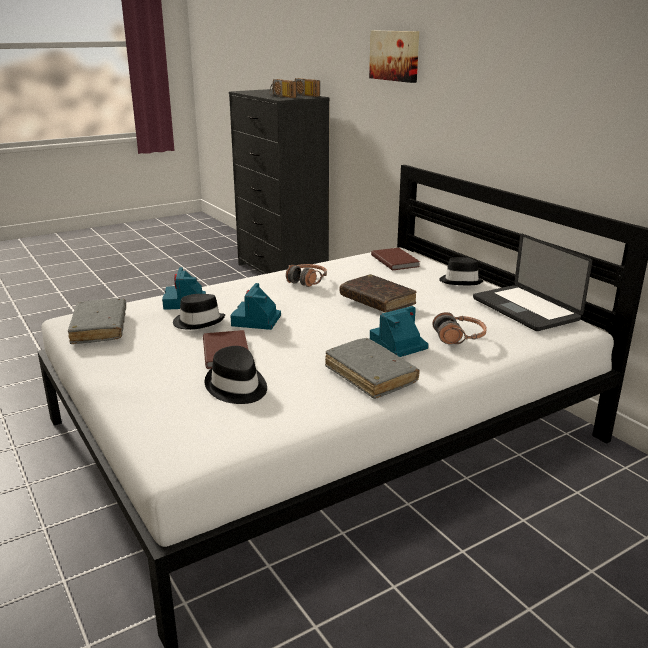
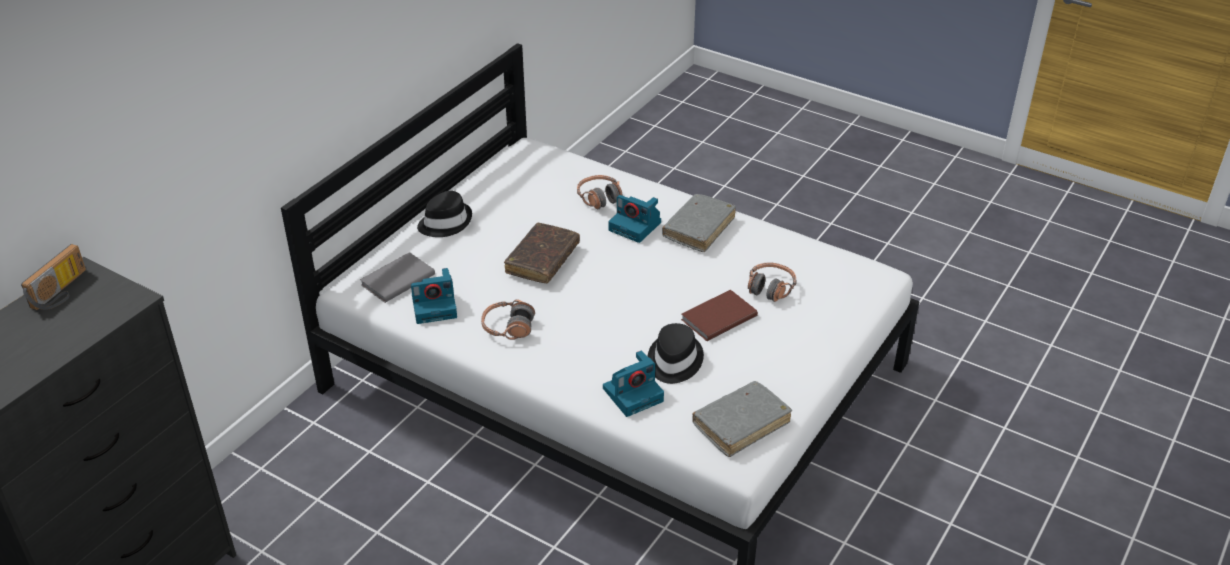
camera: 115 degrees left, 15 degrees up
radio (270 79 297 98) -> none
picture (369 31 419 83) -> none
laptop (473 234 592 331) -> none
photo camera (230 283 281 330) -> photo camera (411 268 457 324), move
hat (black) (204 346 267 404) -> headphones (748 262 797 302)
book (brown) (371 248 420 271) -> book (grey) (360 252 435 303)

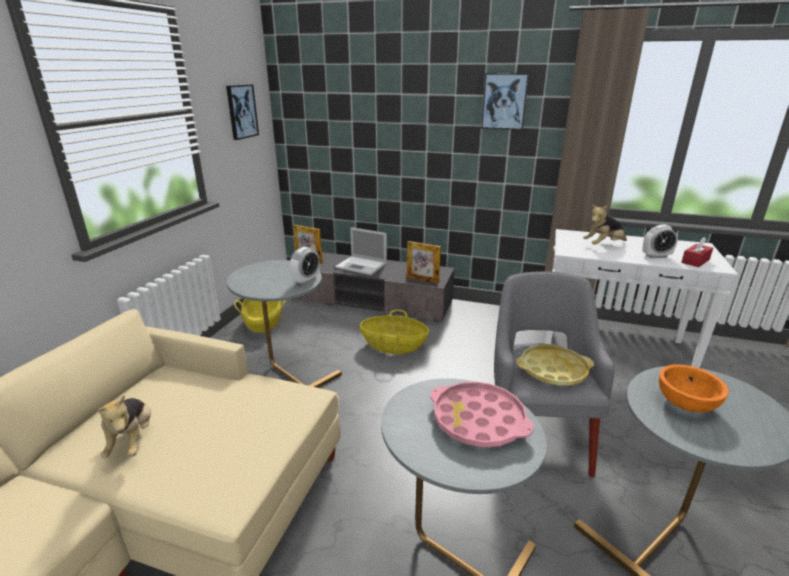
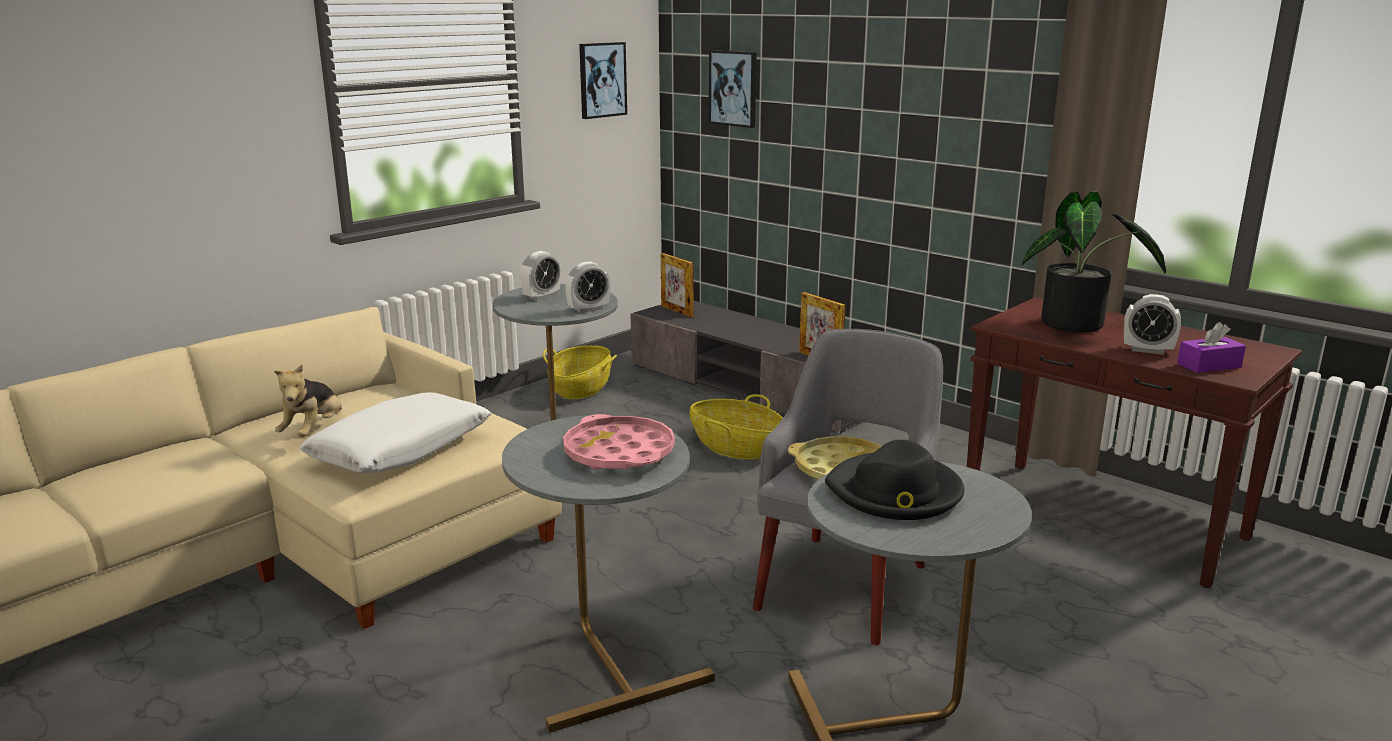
camera: 25 degrees right, 5 degrees down
laptop (335 227 387 275) -> none
none -> pillow (white) (299 392 492 473)
none -> alarm clock (520 251 561 301)
picture (481 73 529 130) -> picture (709 50 757 128), move
plush toy (583 205 627 245) -> potted plant (1022 191 1166 332)
bowl (orange) (659 364 729 412) -> hat (black) (825 440 964 520)
console table (white) (545 229 738 368) -> console table (brown) (967 297 1302 588)
tissue box (red) (681 237 713 267) -> tissue box (purple) (1177 322 1246 373)

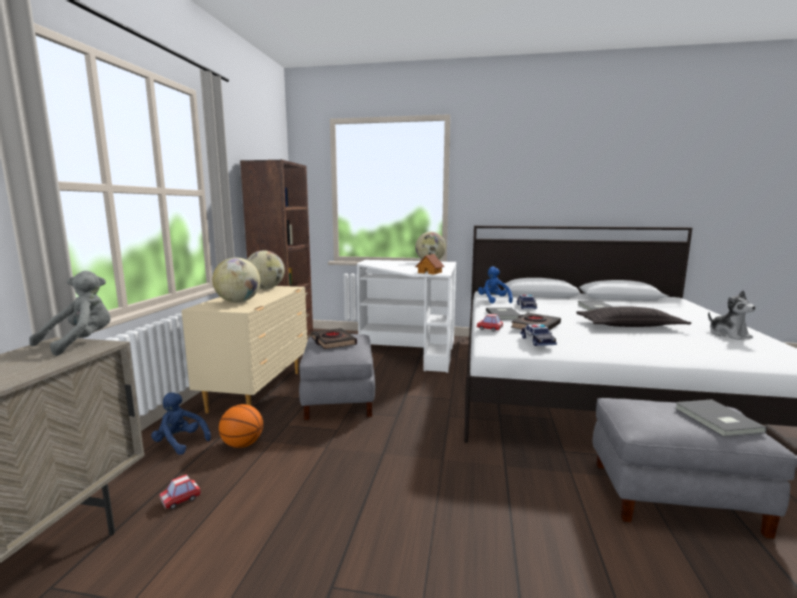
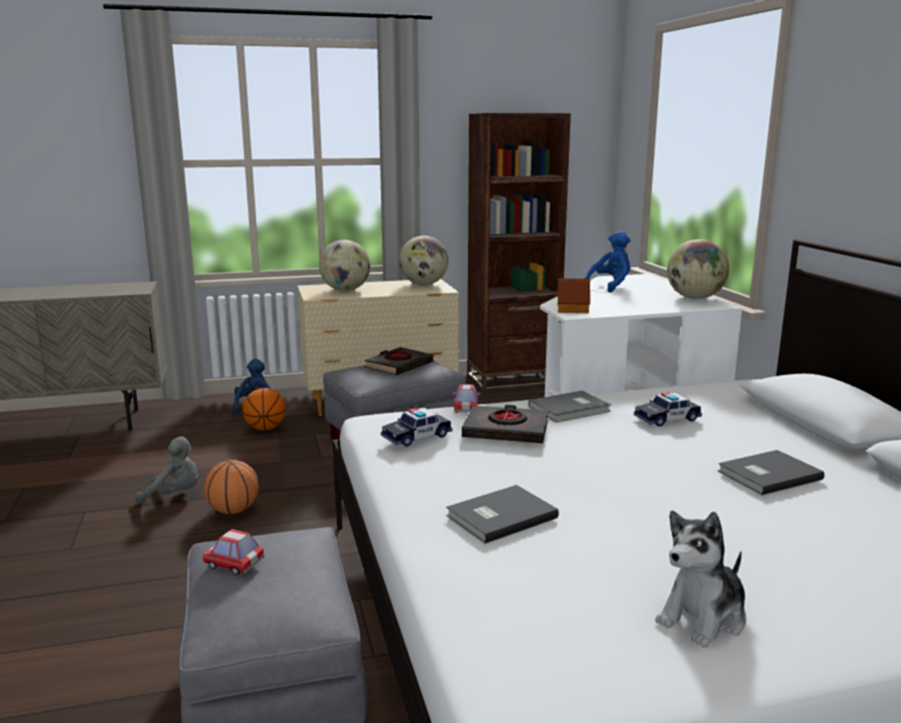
camera: 65 degrees right, 5 degrees up
pillow (576 306 691 327) -> none
none -> basketball (204 460 259 514)
plush toy (grey) (29 271 111 356) -> plush toy (grey) (136 436 199 504), move
toy car (160 474 201 509) -> toy car (202 529 264 575), move
plush toy (blue) (478 266 513 304) -> plush toy (blue) (584 231 631 293), move
book (grey) (675 399 767 437) -> book (grey) (446 485 559 544), move

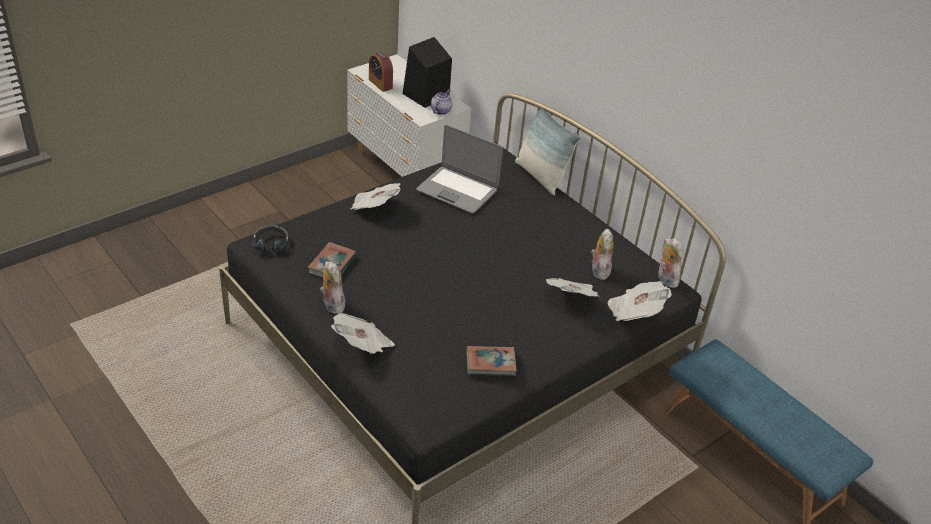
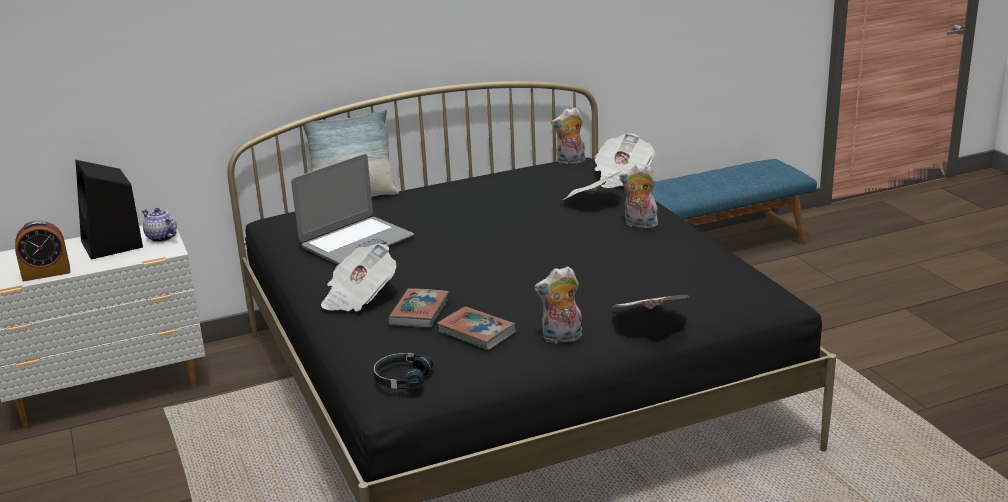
camera: 70 degrees left, 15 degrees down
book (466 346 517 376) -> book (387 288 449 328), move
plush toy (591 229 614 280) -> plush toy (620 164 658 229), move

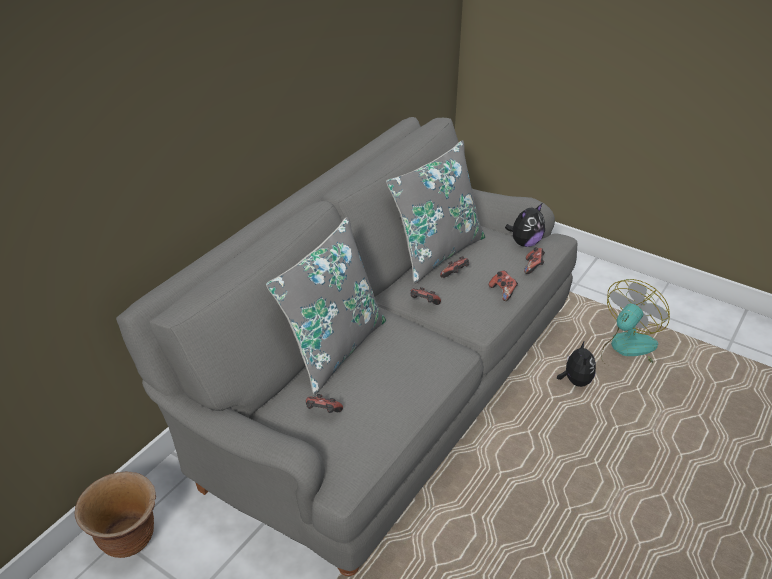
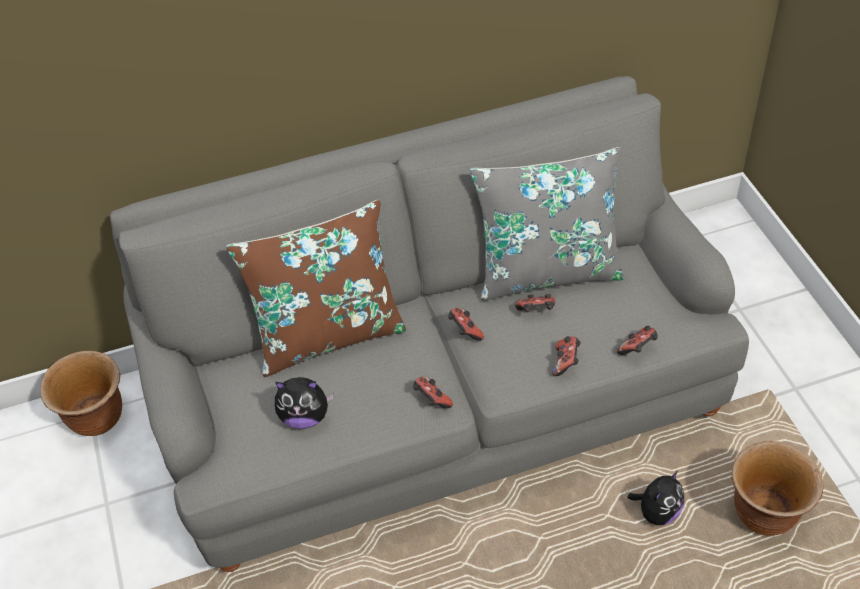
camera: 40 degrees right, 10 degrees up
game controller (306 394 343 413) -> game controller (413 377 453 409), move
plush toy (505 204 545 247) -> plush toy (275 377 333 429), move
fan (601 279 670 363) -> planter (brown) (732 441 824 536)
pillow (grey) (266 217 386 395) -> pillow (brown) (226 200 407 377)

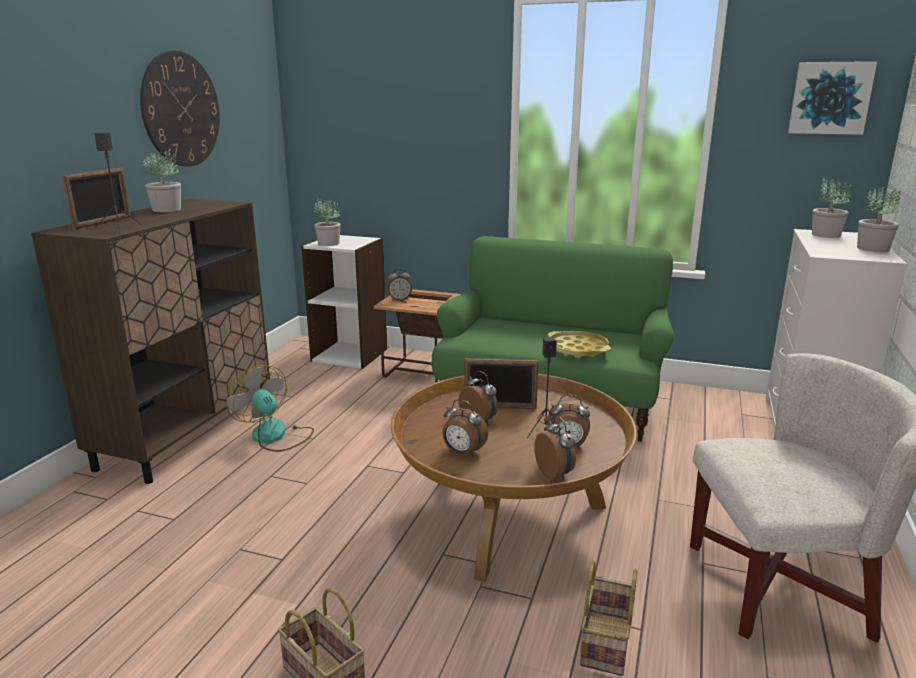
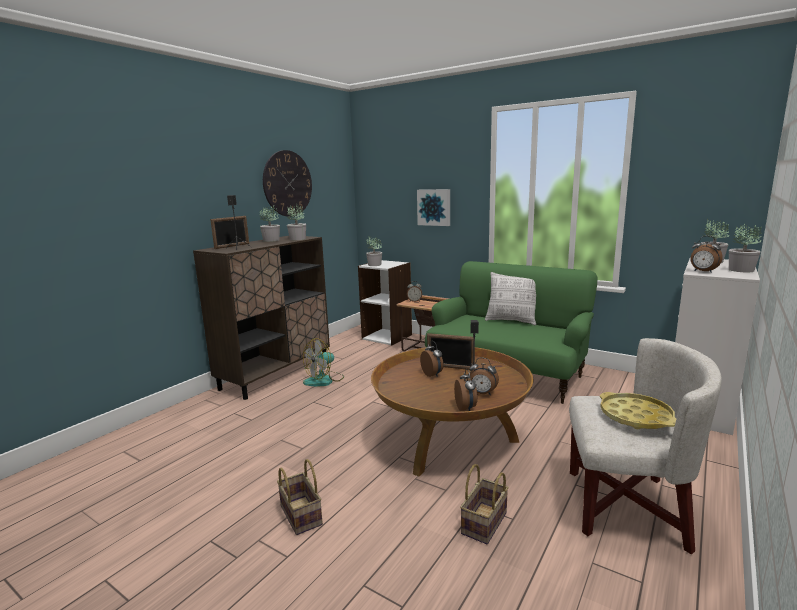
camera: 15 degrees right, 5 degrees down
none -> potted plant (287 205 306 240)
none -> pillow (485 272 536 326)
alarm clock (442 399 488 457) -> alarm clock (691 236 723 273), move
tray (yellow) (547 331 611 358) -> tray (yellow) (600 392 676 429), move
picture (788 61 877 135) -> picture (417 189 450 226), move
fan (226 365 314 452) -> fan (303 338 344 386), 105 degrees counterclockwise

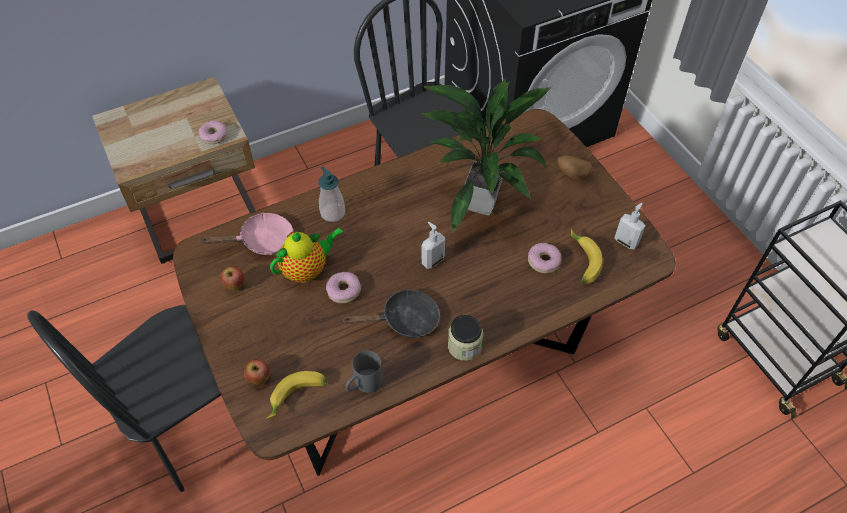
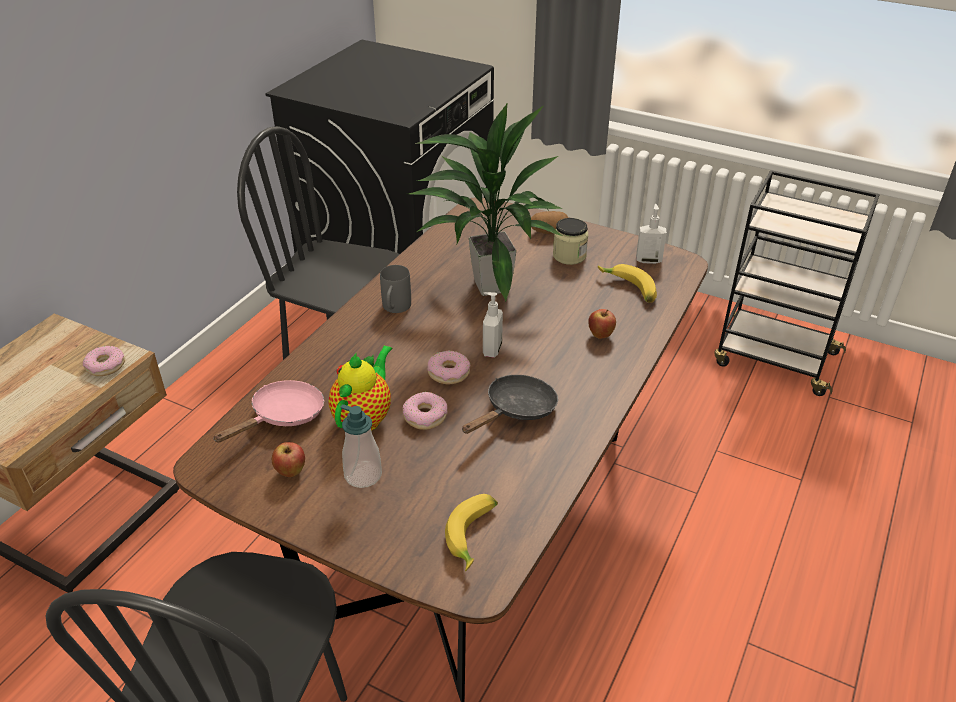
camera: 35 degrees left, 15 degrees down
apple (244 359 270 385) -> apple (588 309 616 339), move
soap dispenser (318 166 345 222) -> soap dispenser (341 404 382 488), move
mug (grey) (346 351 383 393) -> mug (grey) (380 265 411 313), move
jar (448 315 483 361) -> jar (553 218 588 265), move
donut (528 243 561 274) -> donut (428 351 471 384), move

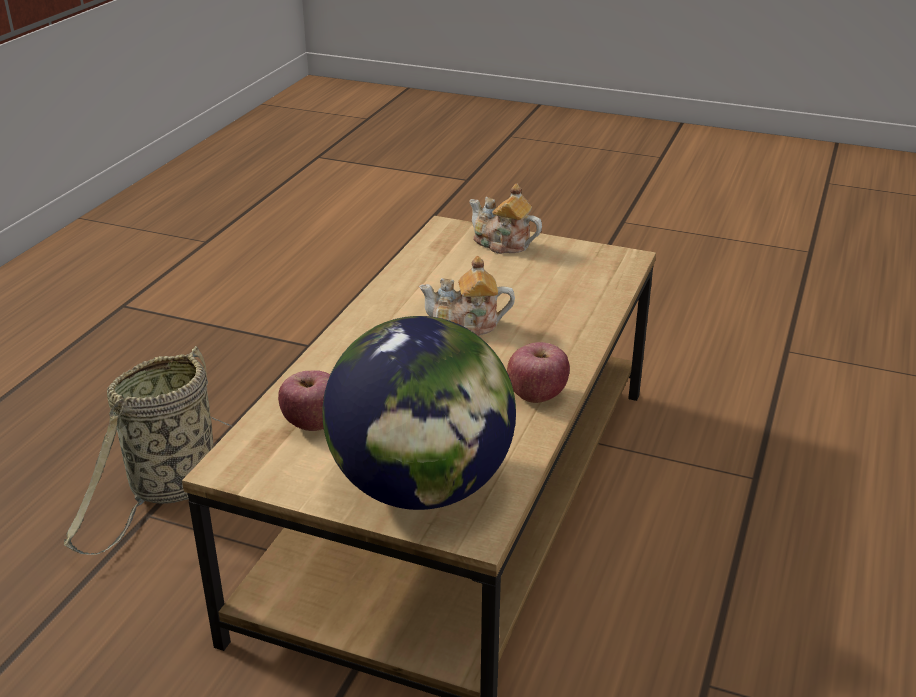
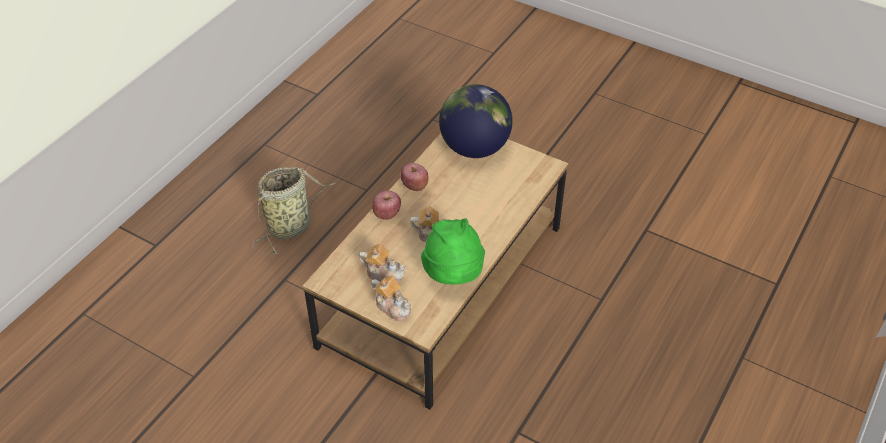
camera: 170 degrees left, 15 degrees up
none -> teapot (359 244 406 283)
none -> hat (green) (421 218 485 284)
basket (63 346 233 555) -> basket (252 167 336 255), move
apple (278 370 330 431) -> apple (372 190 401 220), move

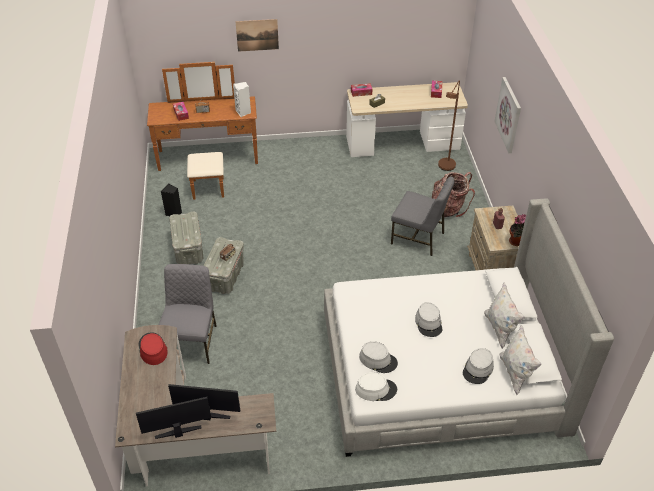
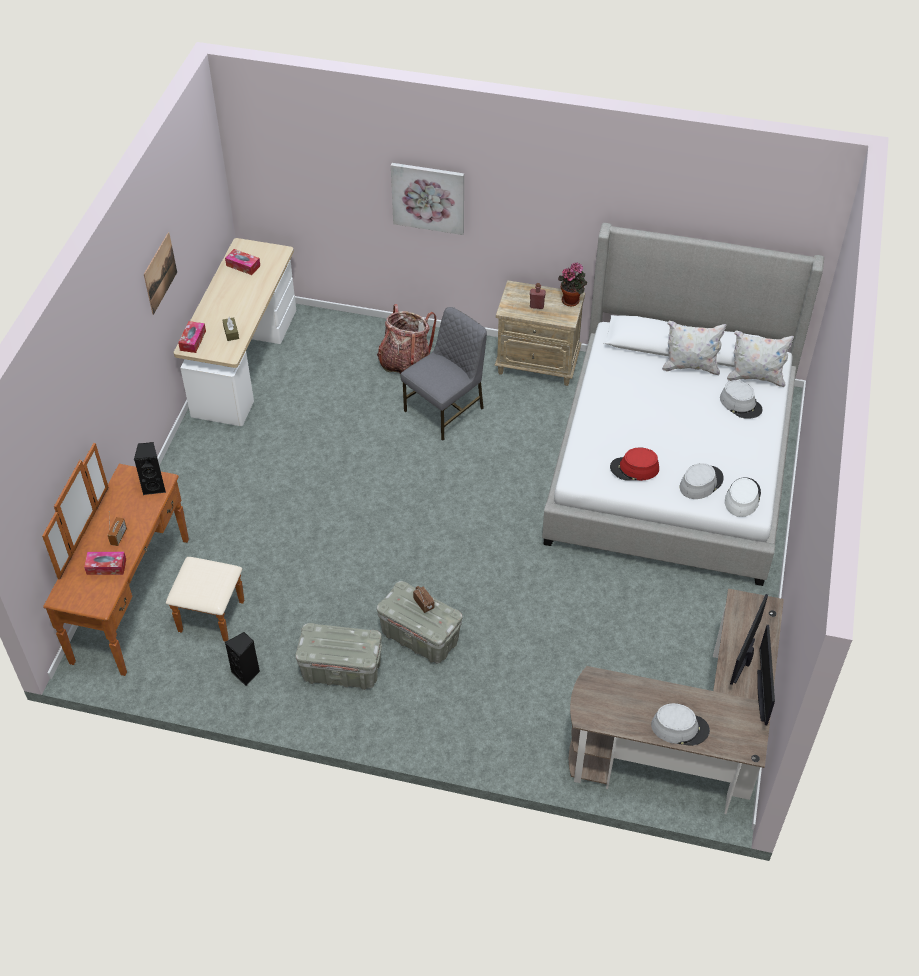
camera: 70 degrees left, 5 degrees up
chair (grey) (159 264 217 364) -> none
floor lamp (brown) (438 80 460 171) -> none
hat (red) (138 332 168 365) -> hat (red) (610 447 659 481), move
picture (235 19 279 52) -> picture (144 232 177 315), move
hat (grey) (415 302 442 337) -> hat (grey) (651 703 710 746), move
speaker (white) (233 82 251 117) -> speaker (black) (134 442 166 495)

